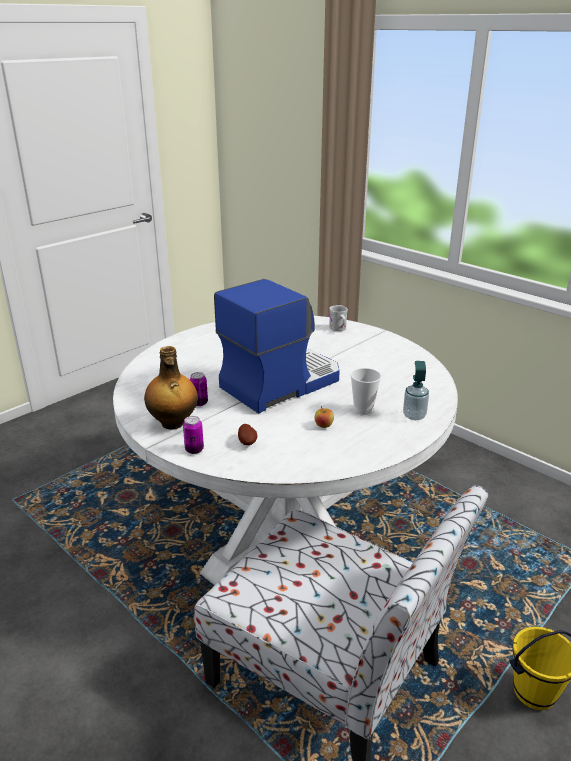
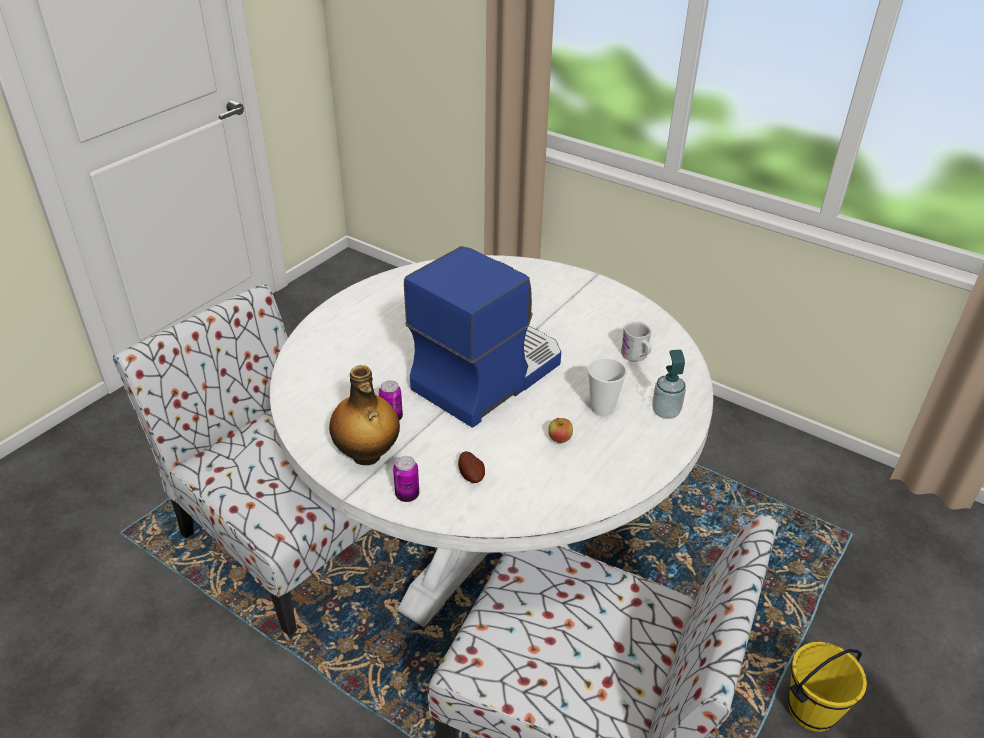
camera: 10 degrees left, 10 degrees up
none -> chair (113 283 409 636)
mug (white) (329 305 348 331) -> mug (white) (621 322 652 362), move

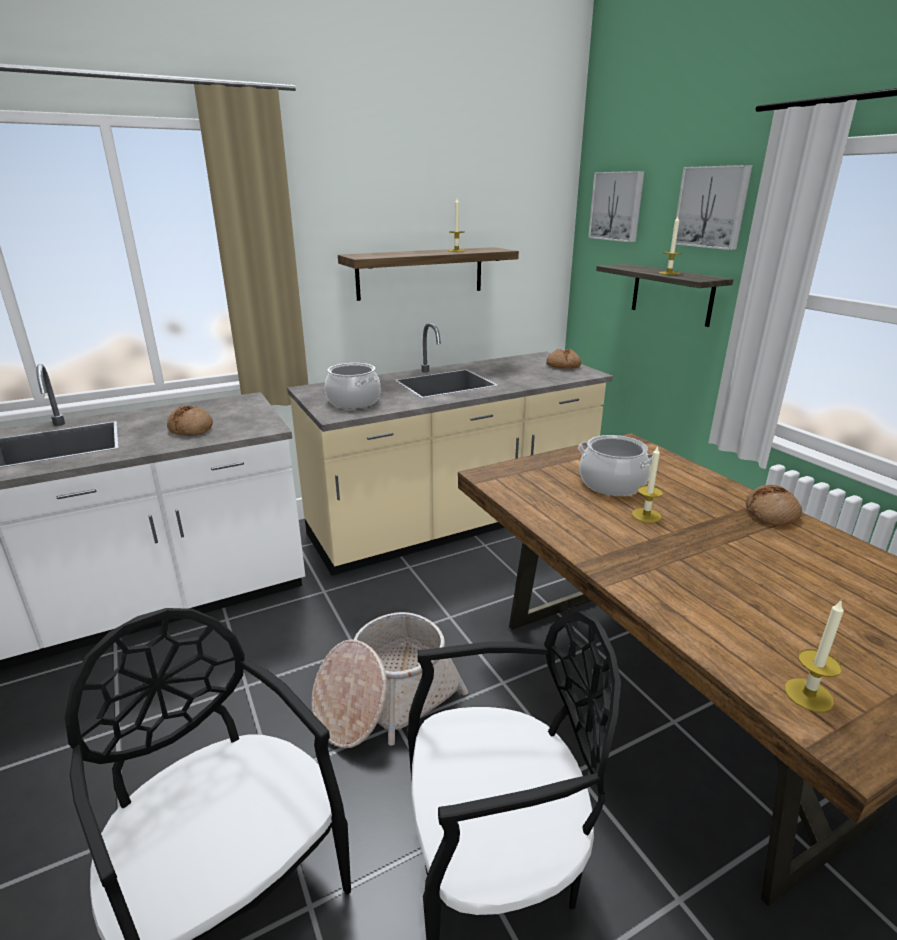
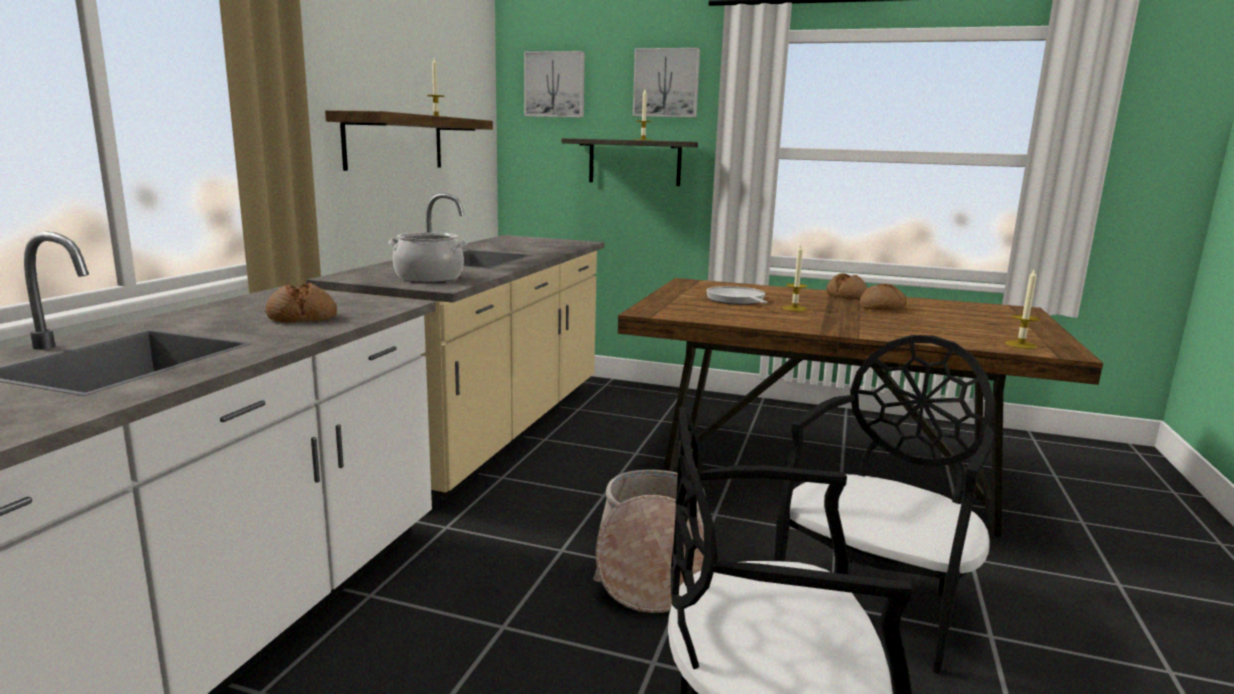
camera: 45 degrees left, 10 degrees down
bread (546 349 581 369) -> bread (859 284 907 310), move
cooking pot (578 435 653 496) -> frying pan (706 286 768 305)

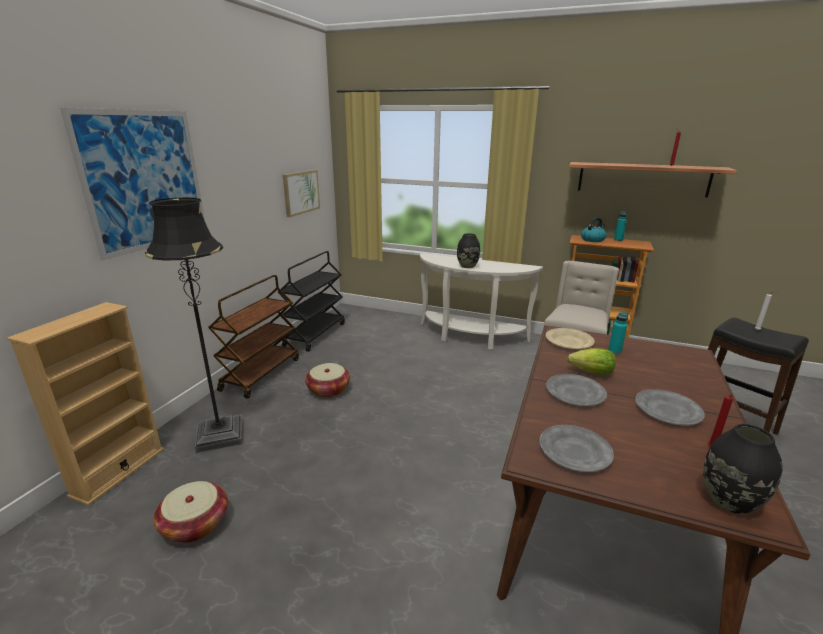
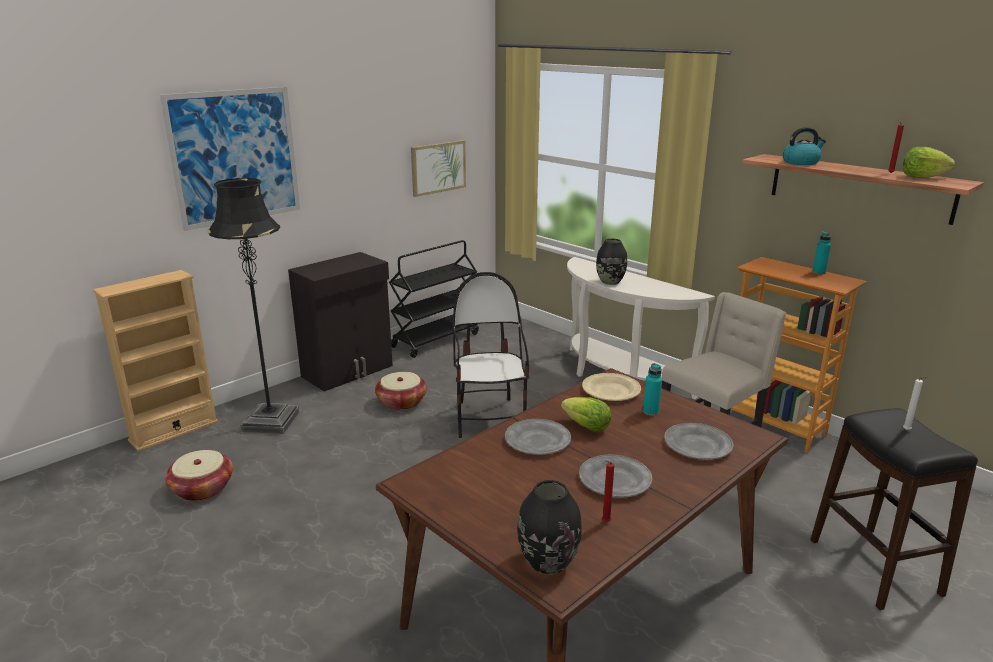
camera: 25 degrees right, 0 degrees up
none -> chair (452 272 530 438)
none -> lettuce (903 147 955 178)
plate (grey) (539 425 614 472) -> plate (grey) (664 423 733 460), move
kettle (581 217 607 242) -> kettle (783 127 826 165), move
cart (brown) (208 275 299 399) -> cabinet (black) (288 252 393 392)

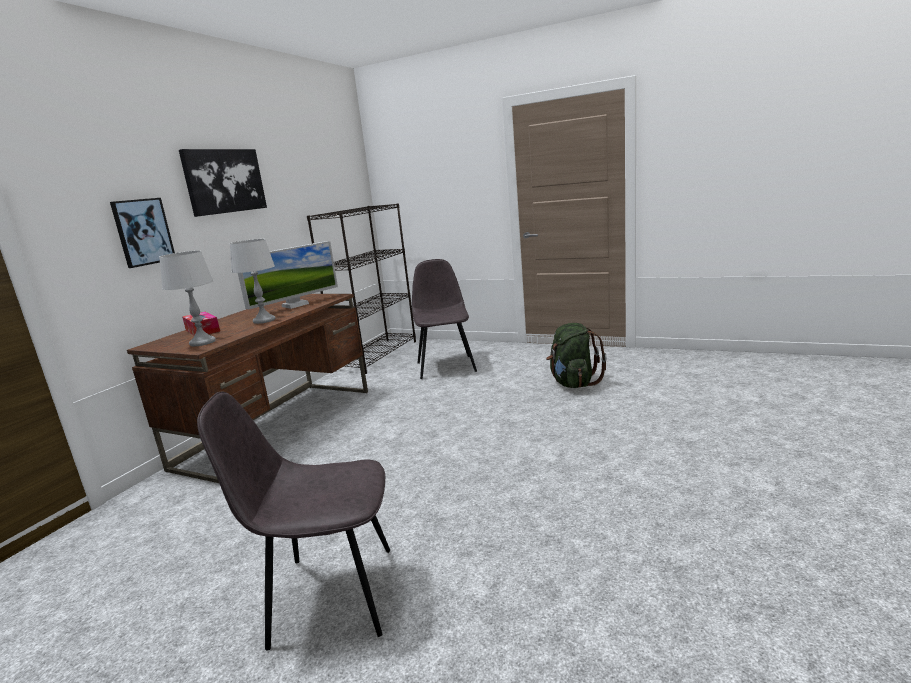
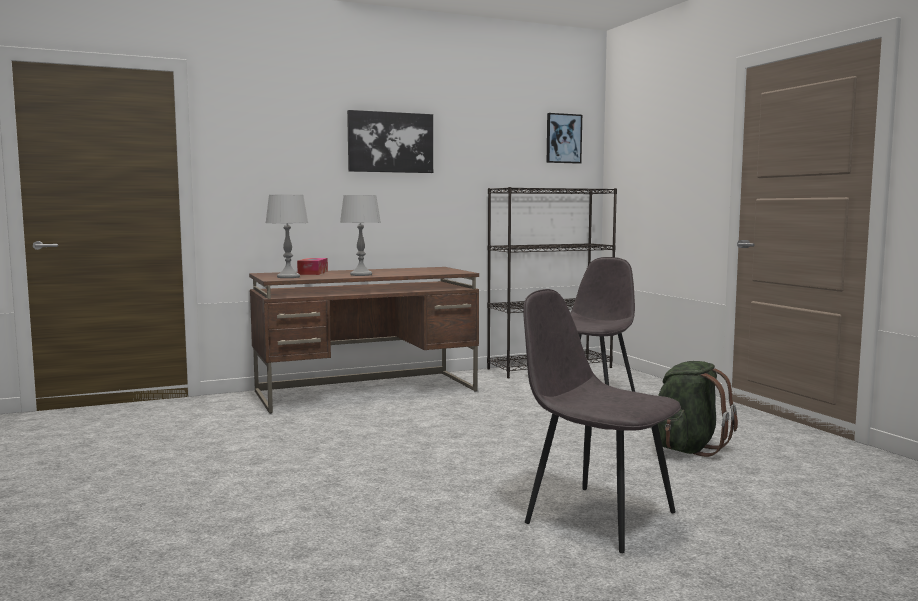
camera: 40 degrees right, 10 degrees down
monitor (238 241 338 309) -> none
picture (110 198 175 268) -> picture (547 113 582 164), move
chair (grey) (197 392 390 651) -> chair (grey) (523 289 681 553), move

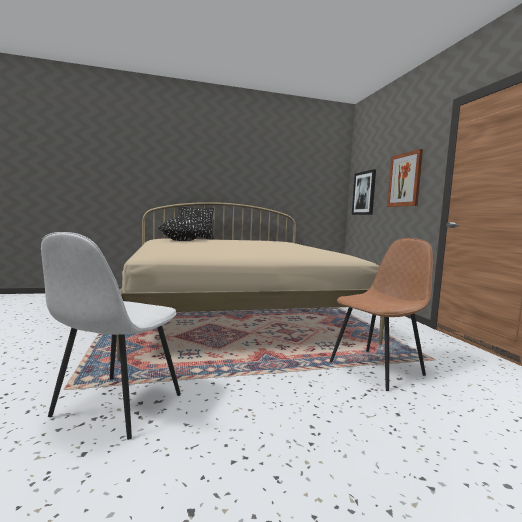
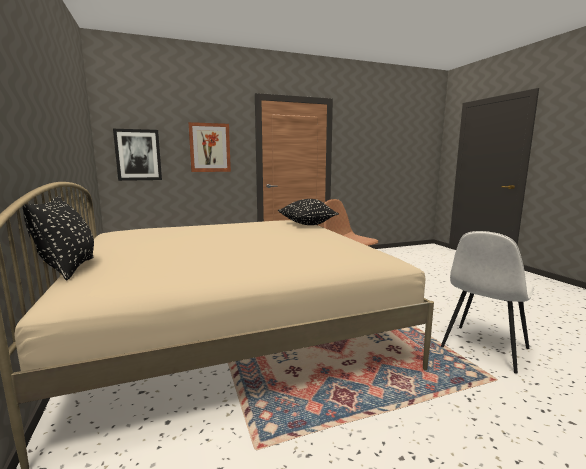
camera: 95 degrees left, 5 degrees up
pillow (black) (158 217 206 241) -> pillow (black) (278 199 339 225), move
chair (white) (41 232 181 440) -> chair (white) (441 231 534 374), 120 degrees clockwise

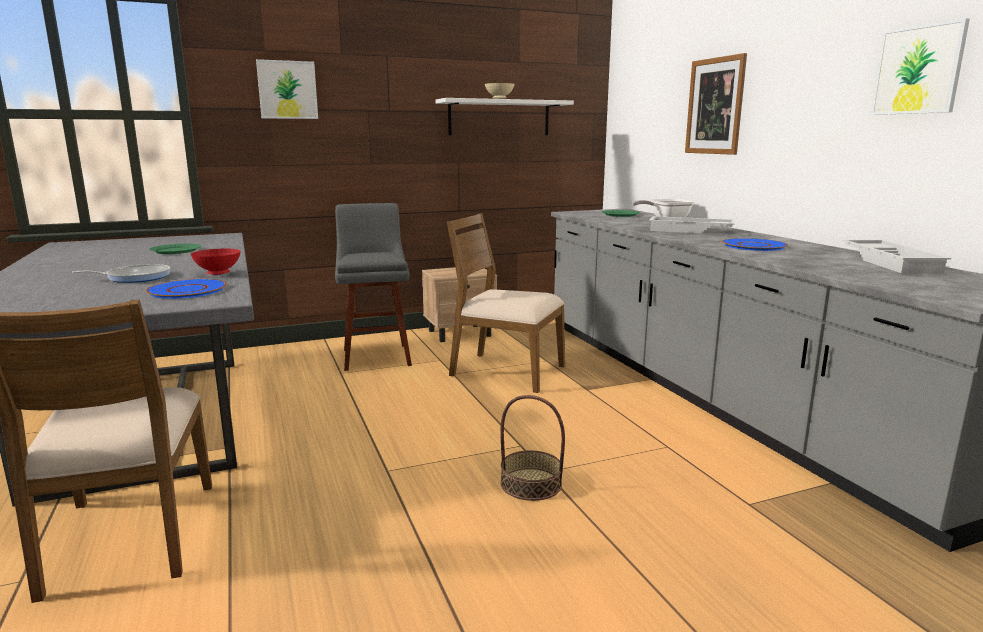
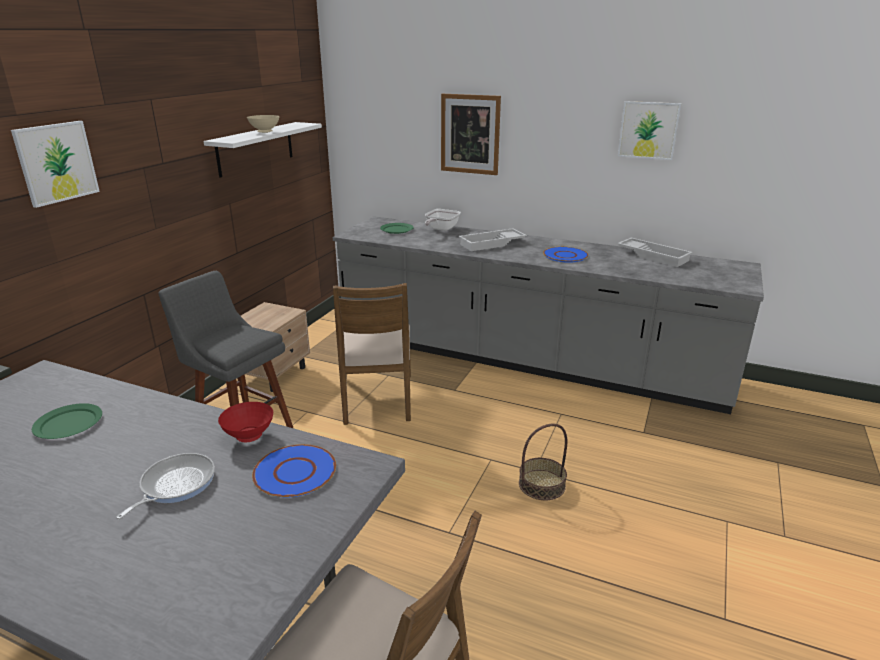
camera: 45 degrees left, 10 degrees up
chair (brown) (447 213 565 393) -> chair (brown) (333 283 411 425), 75 degrees counterclockwise

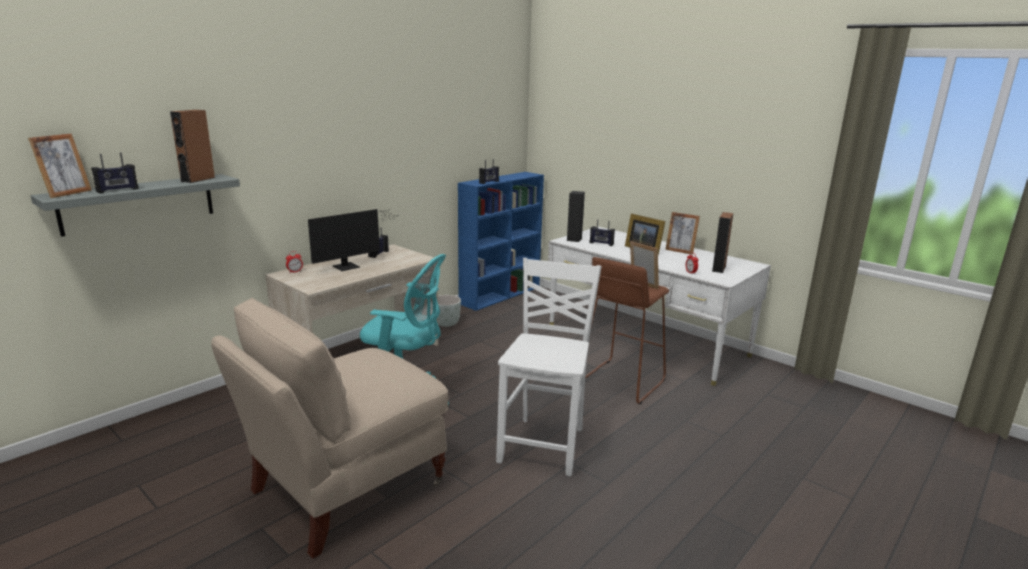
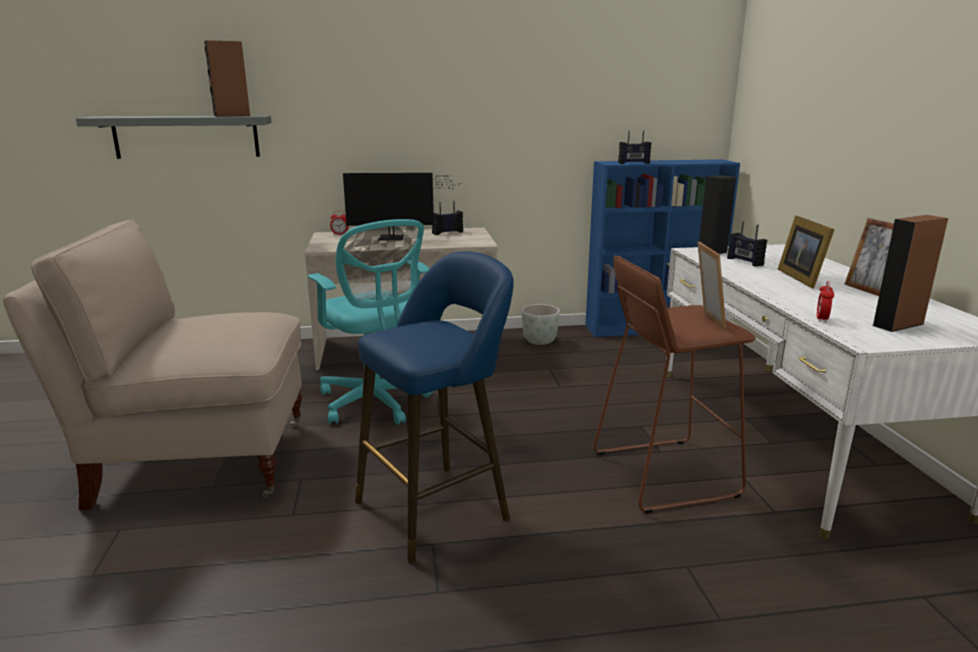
camera: 40 degrees right, 0 degrees up
picture frame (28 133 92 198) -> none
radio (91 153 139 193) -> none
chair (white) (496 258 602 477) -> stool (blue) (355 251 514 563)

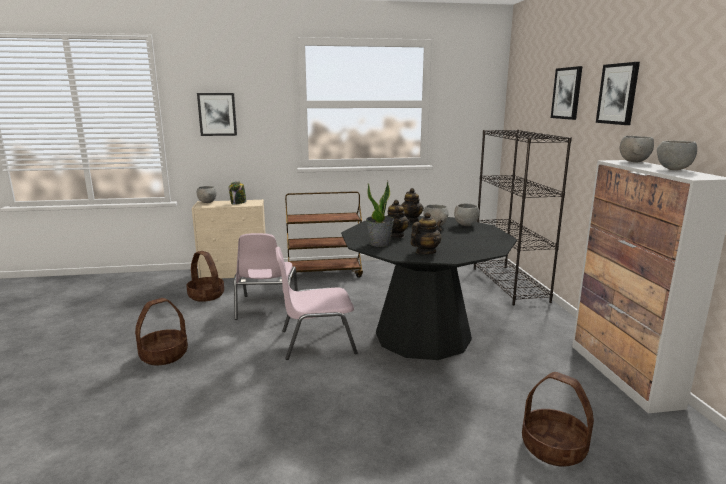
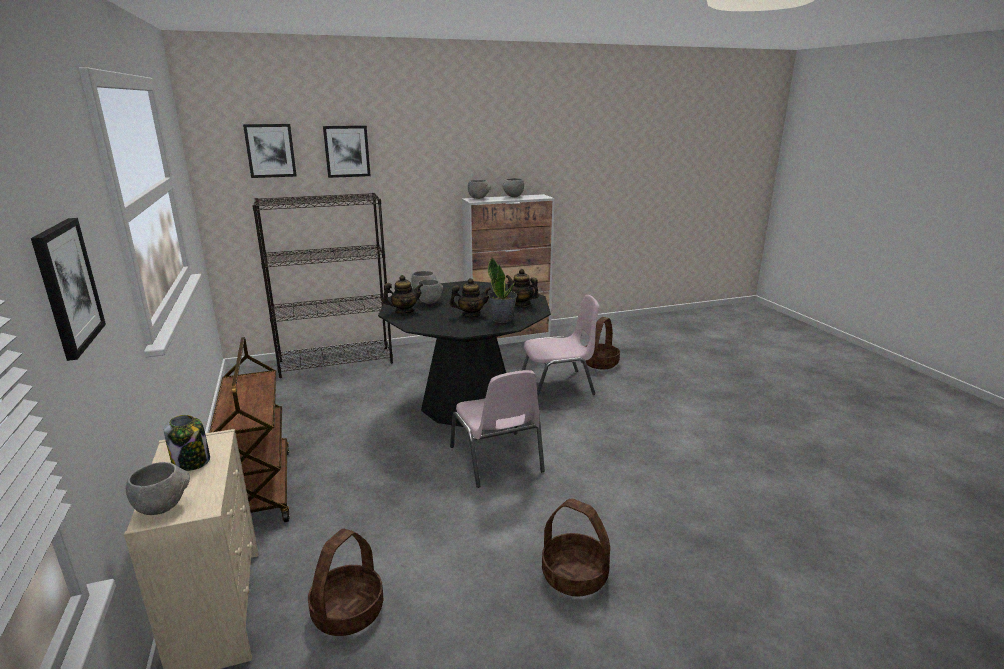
camera: 100 degrees left, 5 degrees up
chair (pink) (234 233 298 320) -> chair (pink) (521 295 599 397), move
picture (596 62 640 125) -> picture (243 124 297 178), move

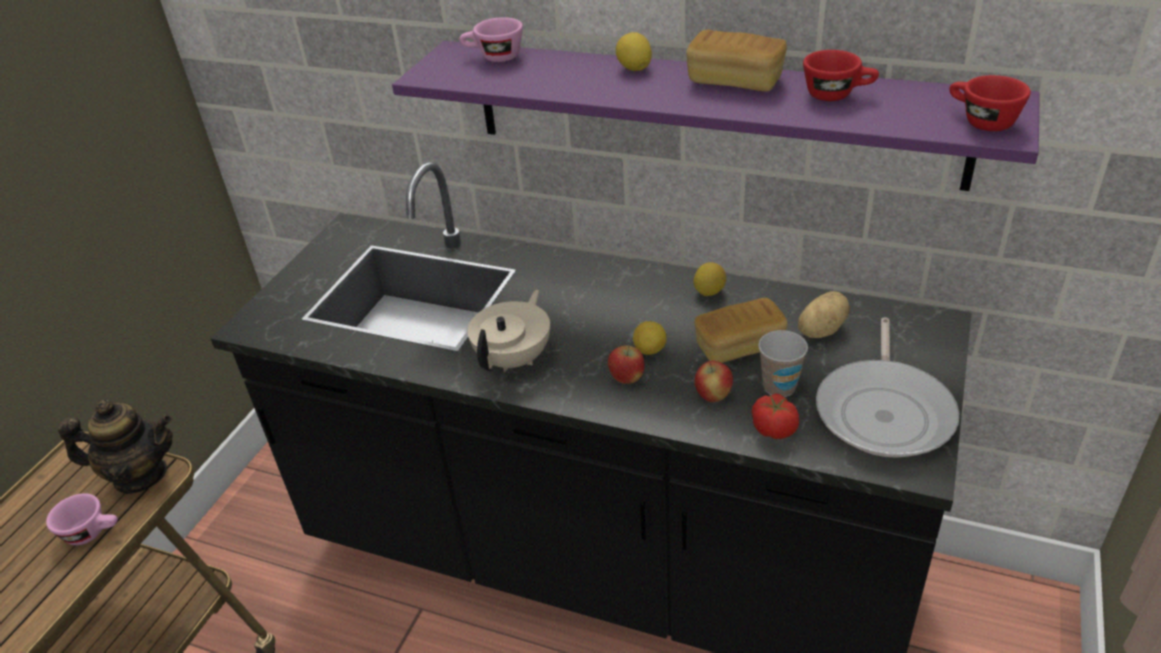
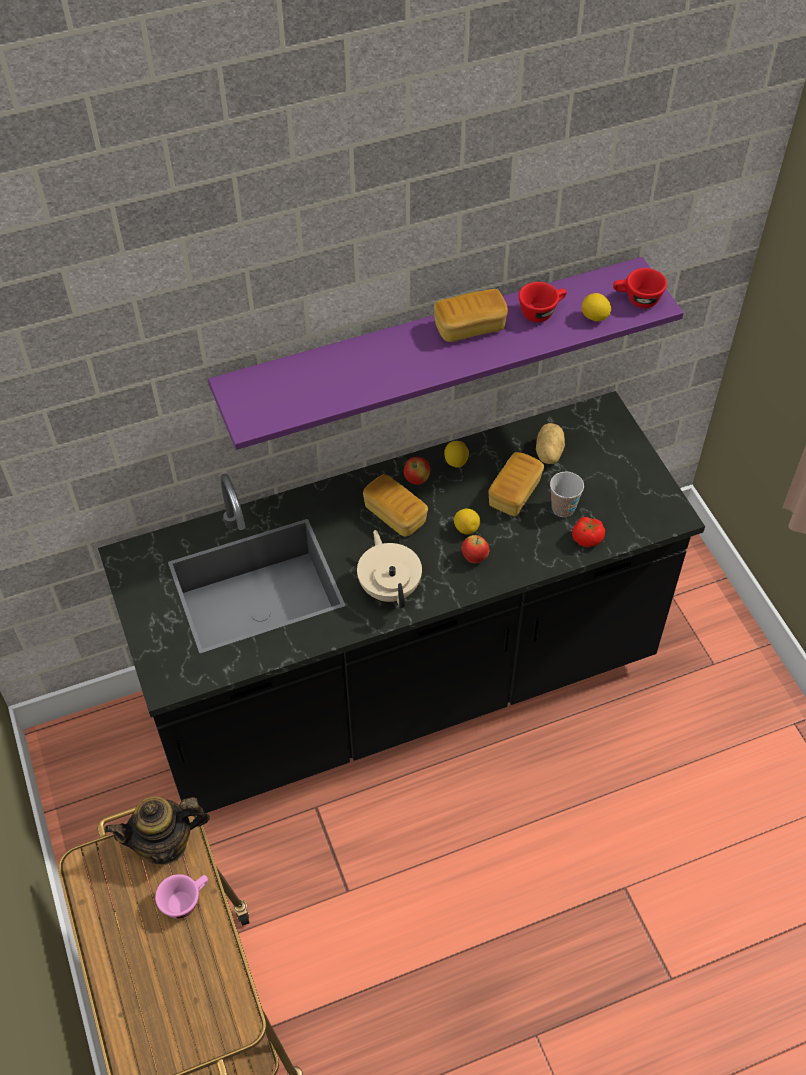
camera: 45 degrees left, 15 degrees up
cup (pink) (459 17 523 62) -> none
frying pan (816 318 959 458) -> none
none -> bread (363 474 428 537)
lemon (616 32 652 71) -> lemon (582 293 611 321), move
apple (695 361 733 402) -> apple (404 457 430 485), move
teapot (58 400 173 494) -> teapot (105 797 210 865), 150 degrees counterclockwise

